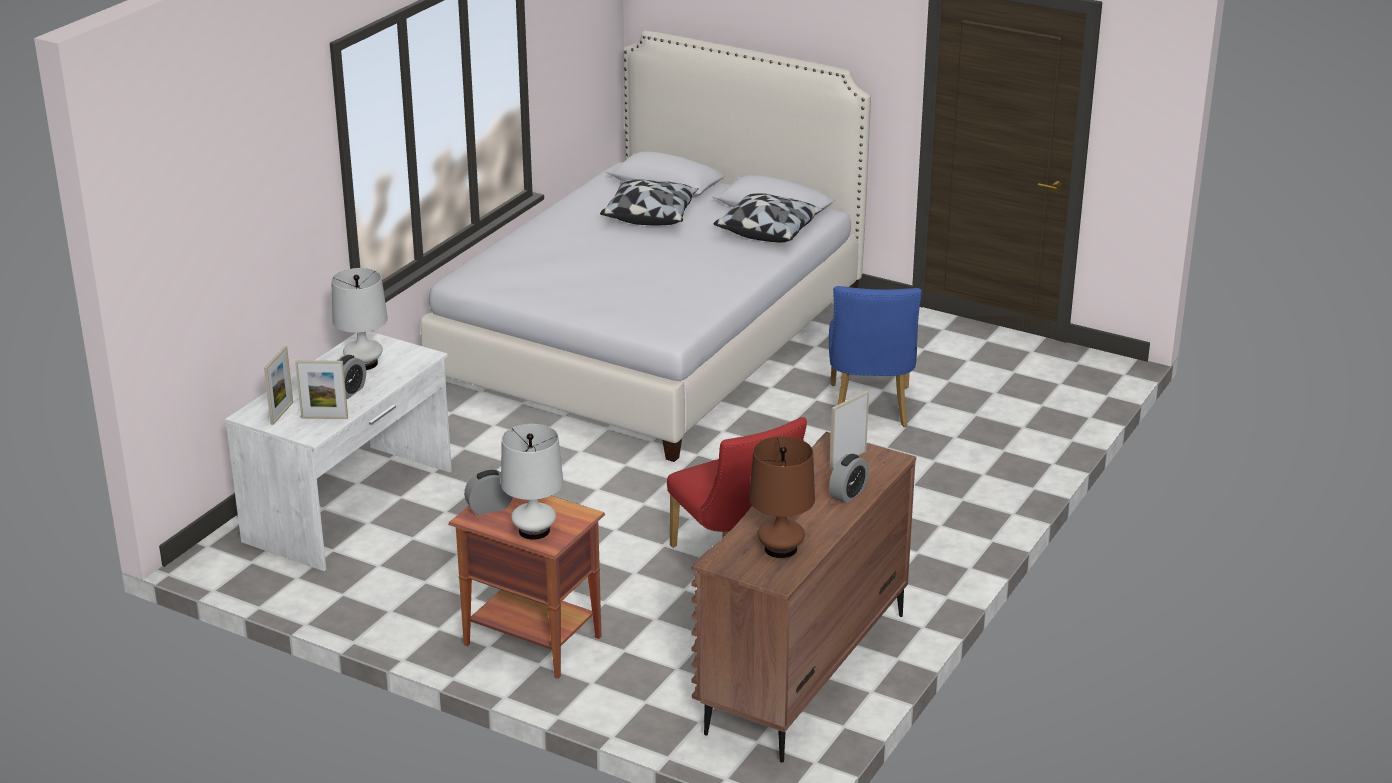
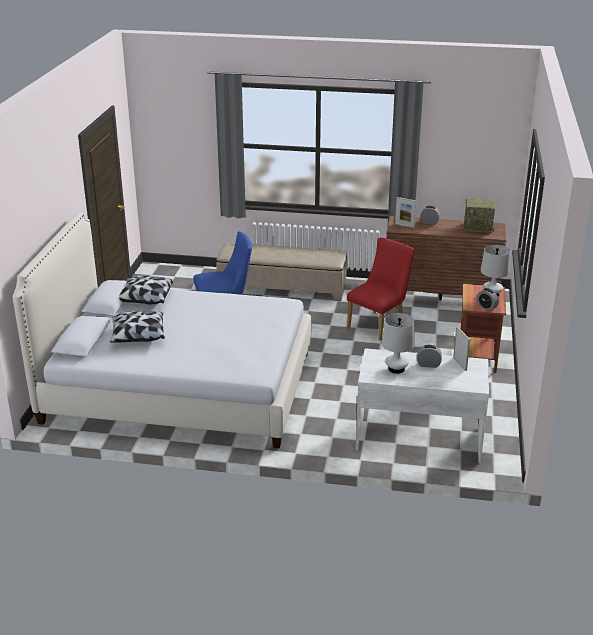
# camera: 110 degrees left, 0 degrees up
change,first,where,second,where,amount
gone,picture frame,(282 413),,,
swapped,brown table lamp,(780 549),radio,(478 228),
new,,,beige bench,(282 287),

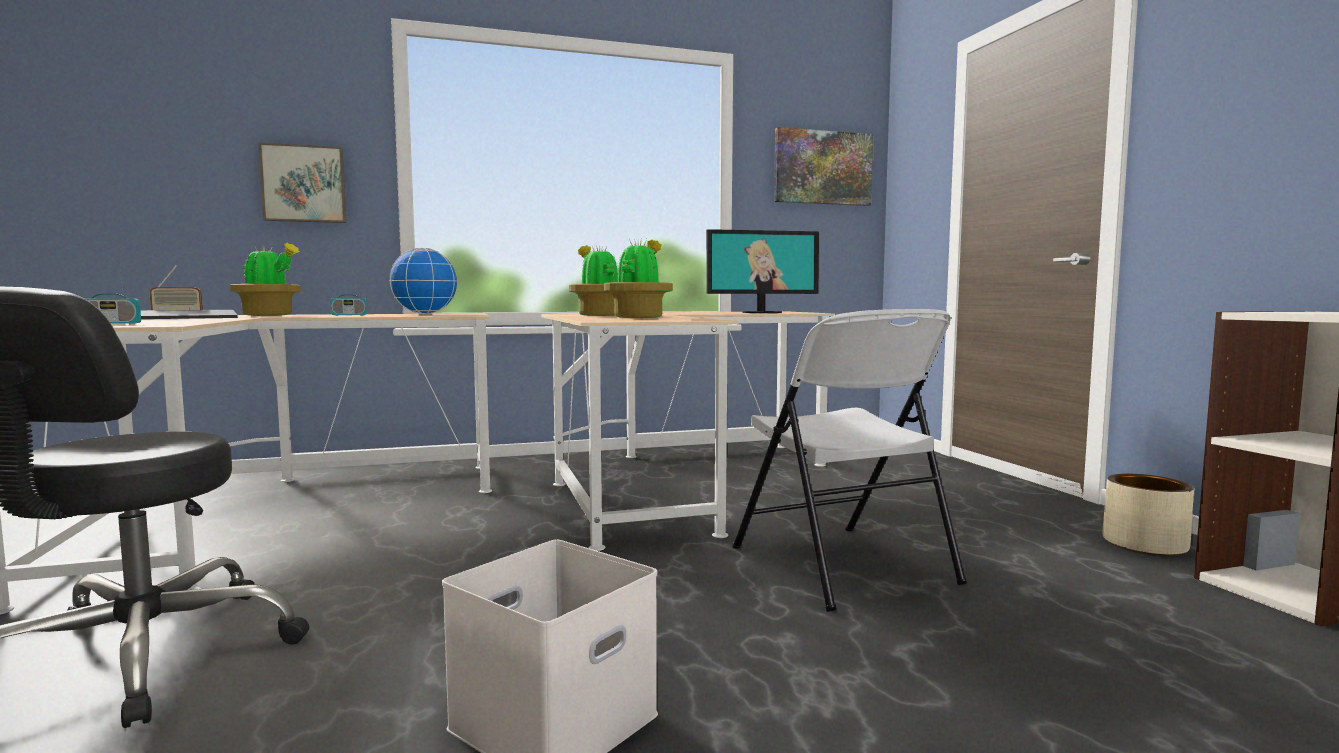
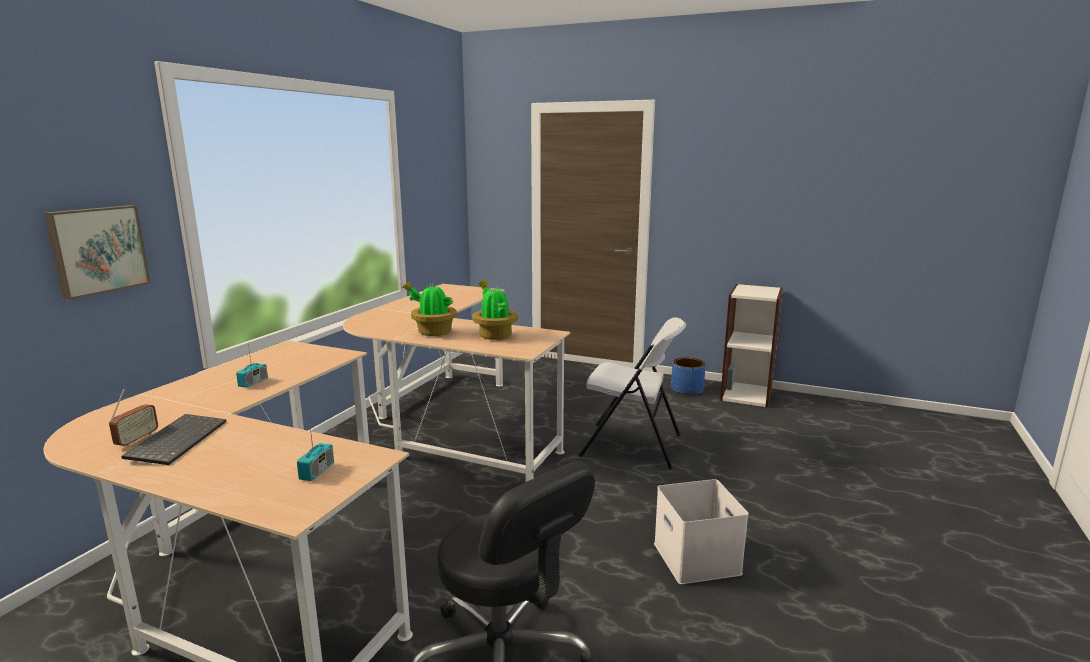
# camera: 50 degrees left, 10 degrees up
change,first,where,second,where,amount
gone,potted plant,(269 315),,,
gone,globe,(425 314),,,
gone,monitor,(761 312),,,
gone,picture,(822 168),,,
repainted,beige planter,(1145 545),blue planter,(687 389),

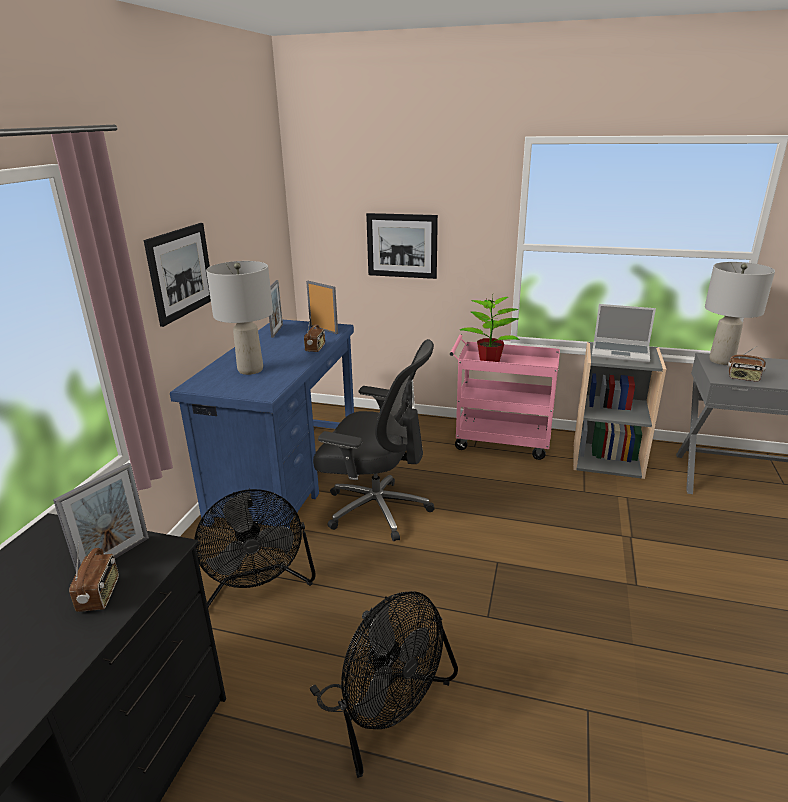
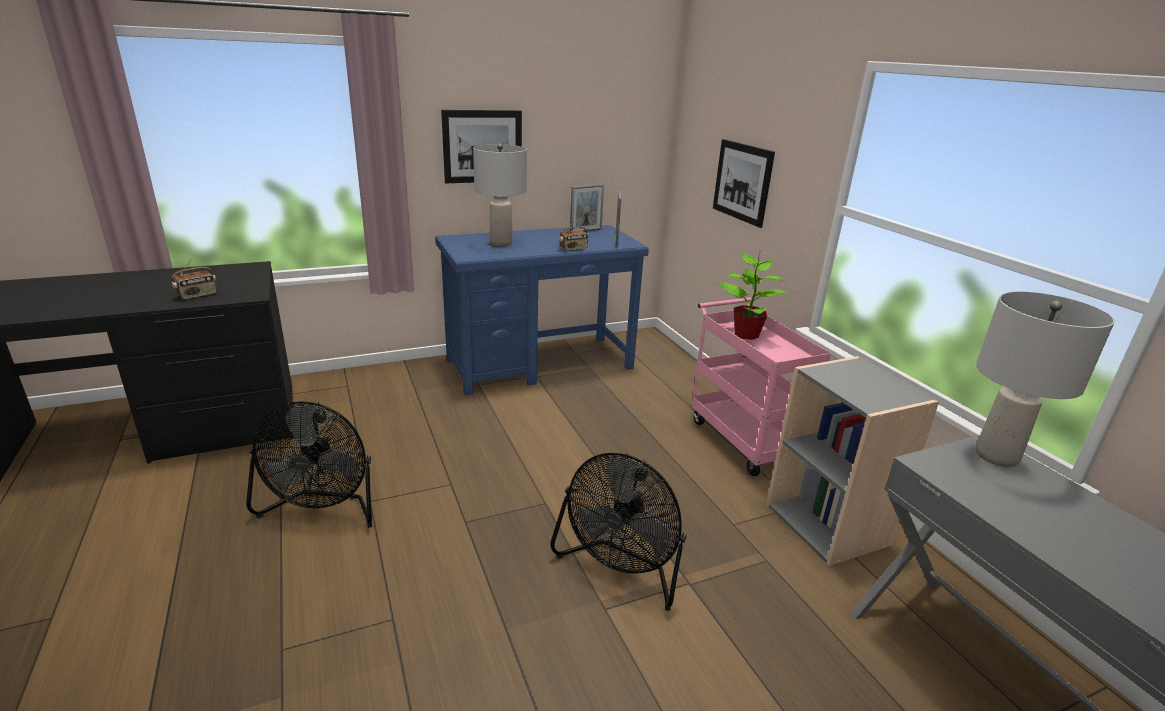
# camera: 50 degrees right, 0 degrees up
change,first,where,second,where,amount
gone,picture frame,(115 557),,,
shifted,black fan,(251 584),,(619 564),
gone,office chair,(375 510),,,
gone,laptop,(621 353),,,
gone,radio,(743 378),,,

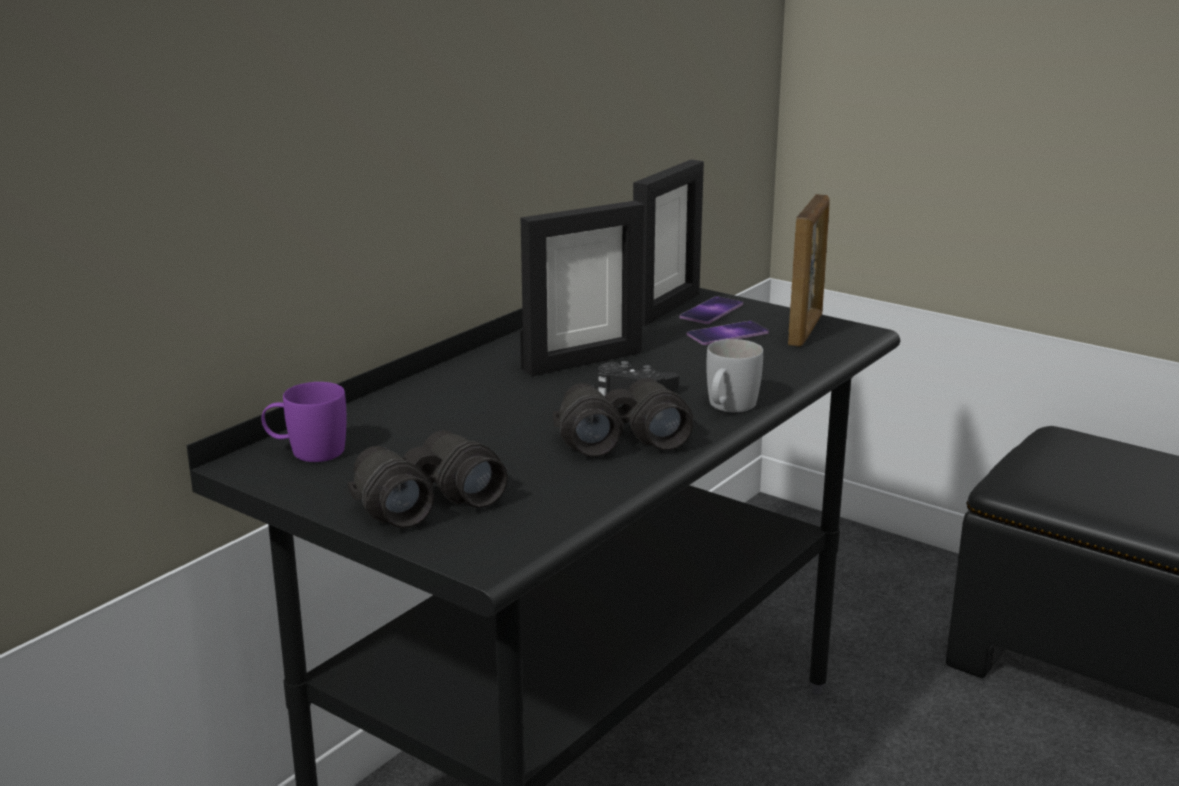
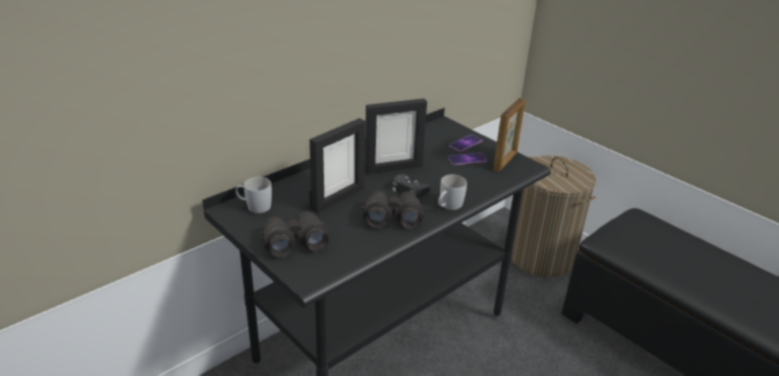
# camera: 10 degrees right, 10 degrees up
change,first,where,second,where,amount
repainted,purple mug,(307 451),white mug,(254 206),
shifted,picture frame,(664 308),,(337 198),
new,,,laundry basket,(541 256),

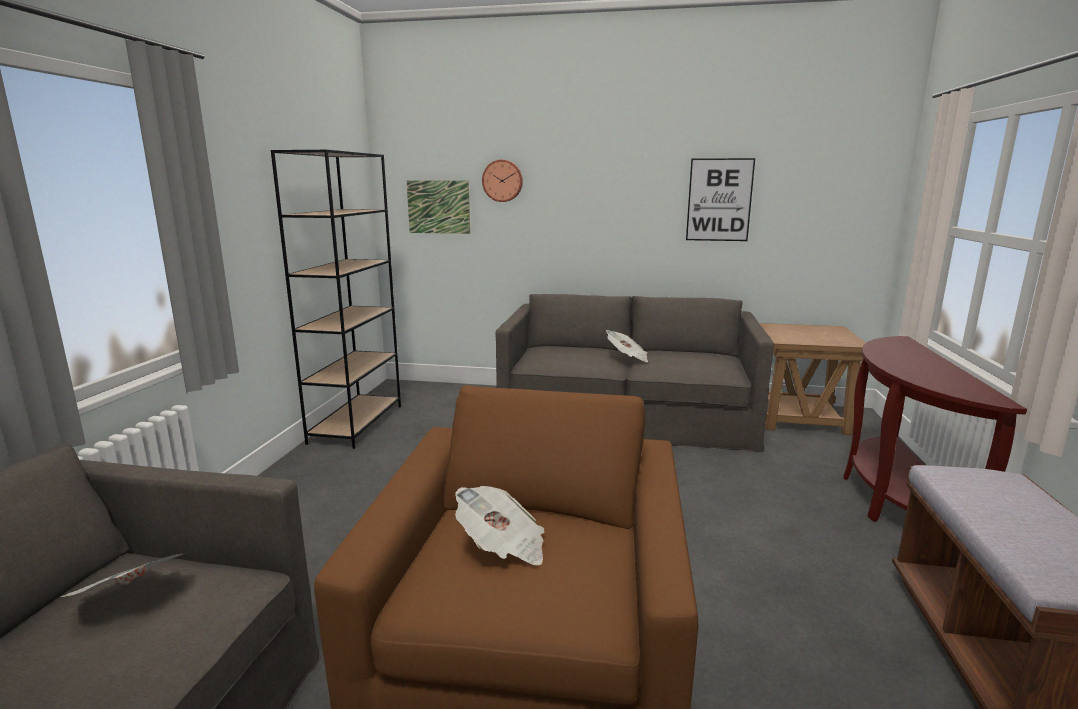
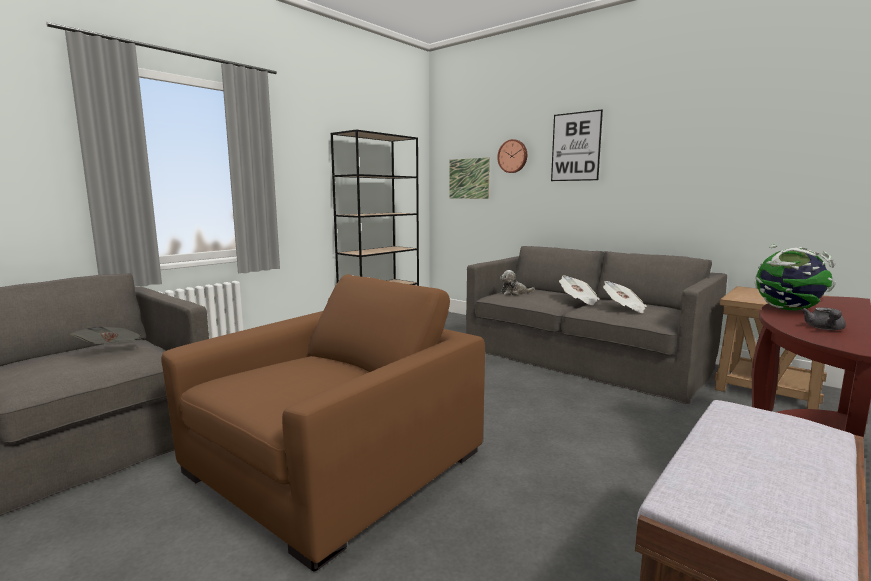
# camera: 30 degrees right, 5 degrees down
change,first,where,second,where,amount
shifted,newspaper,(502 546),,(624 308),
shifted,picture,(719 200),,(576 147),
new,,,plush toy,(514 293),
new,,,globe,(789 309),
new,,,grey teapot,(824 328),

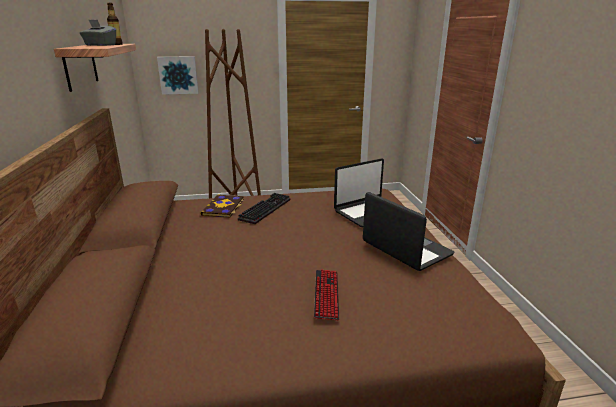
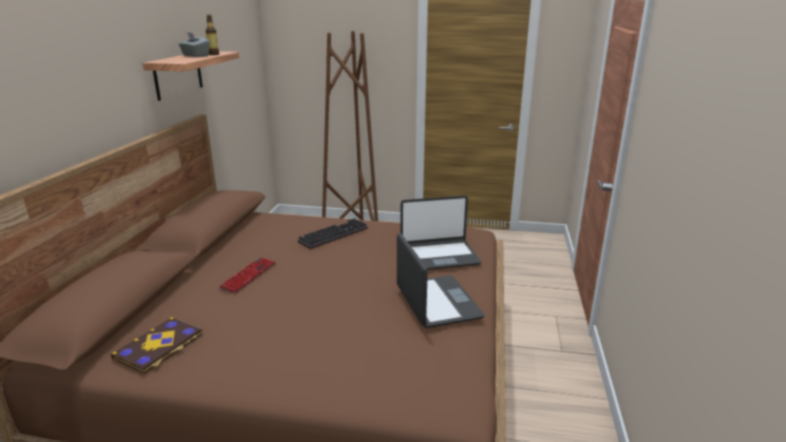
# camera: 20 degrees right, 0 degrees up
change,first,where,second,where,amount
gone,picture,(178 75),,,
shifted,book,(224 207),,(160 346),
shifted,keyboard,(326 294),,(248 276),

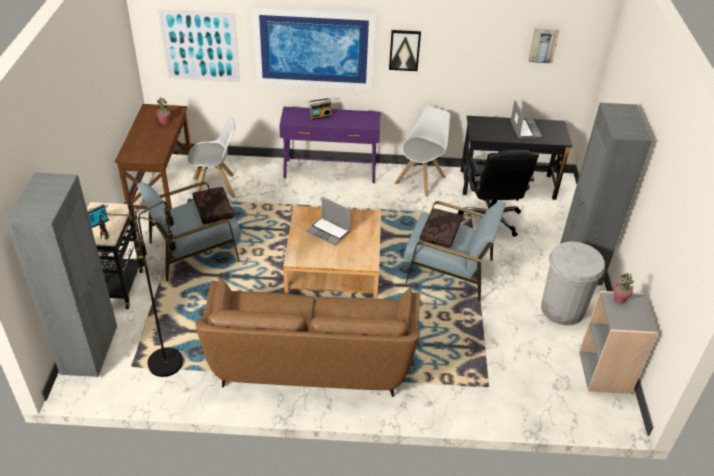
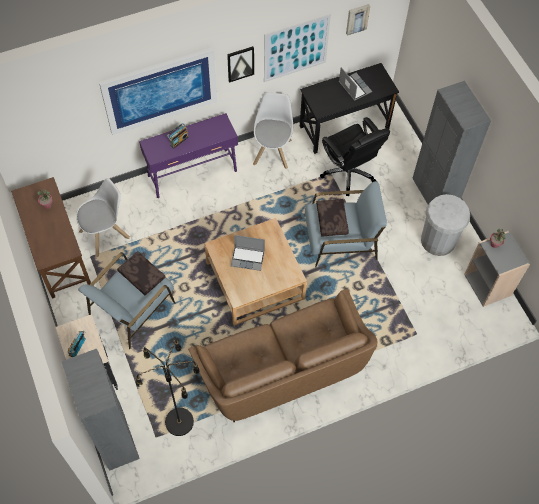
# camera: 25 degrees left, 20 degrees up
change,first,where,second,where,amount
shifted,picture,(200 46),,(296 48),

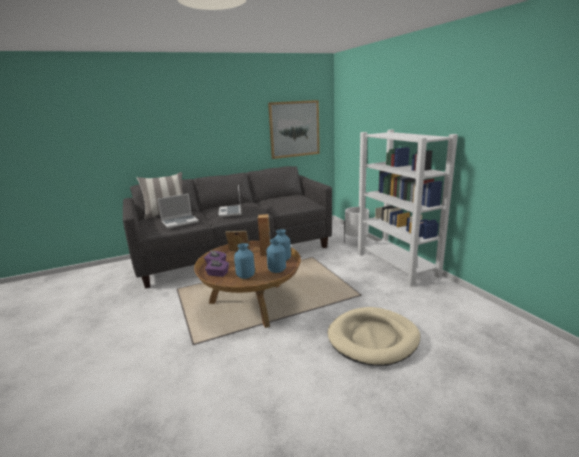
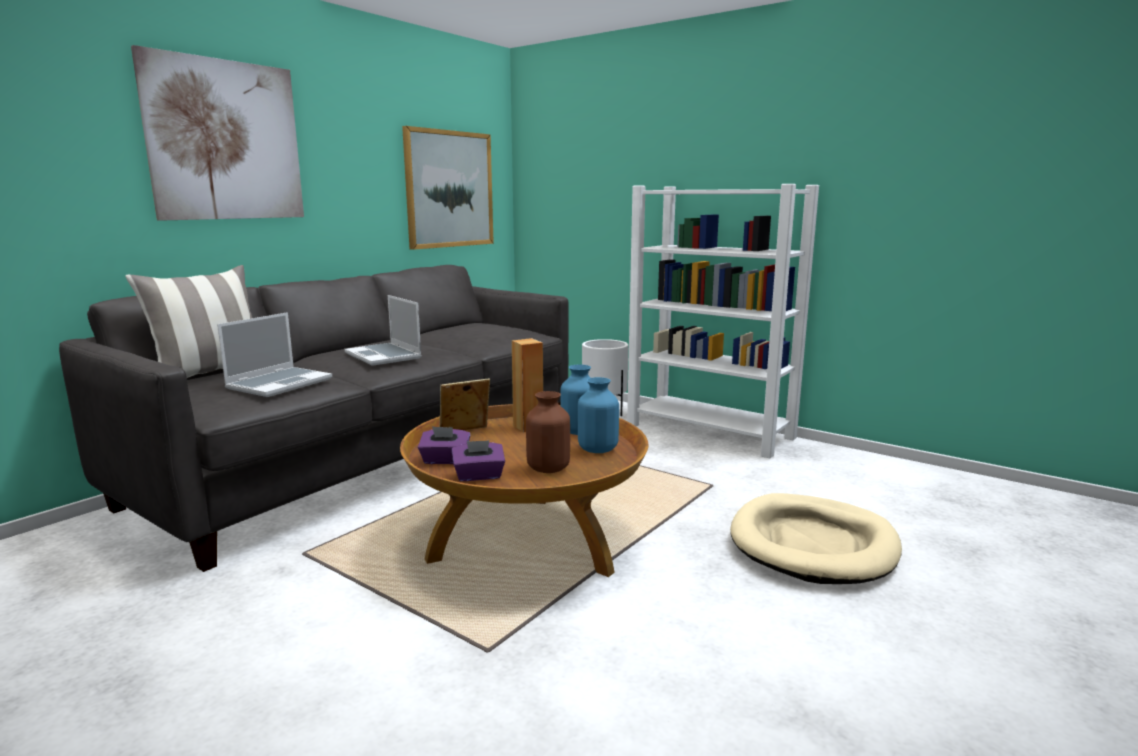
# camera: 30 degrees left, 5 degrees down
change,first,where,second,where,amount
repainted,blue vase,(246 276),brown vase,(549 469),
new,,,picture,(225 141),

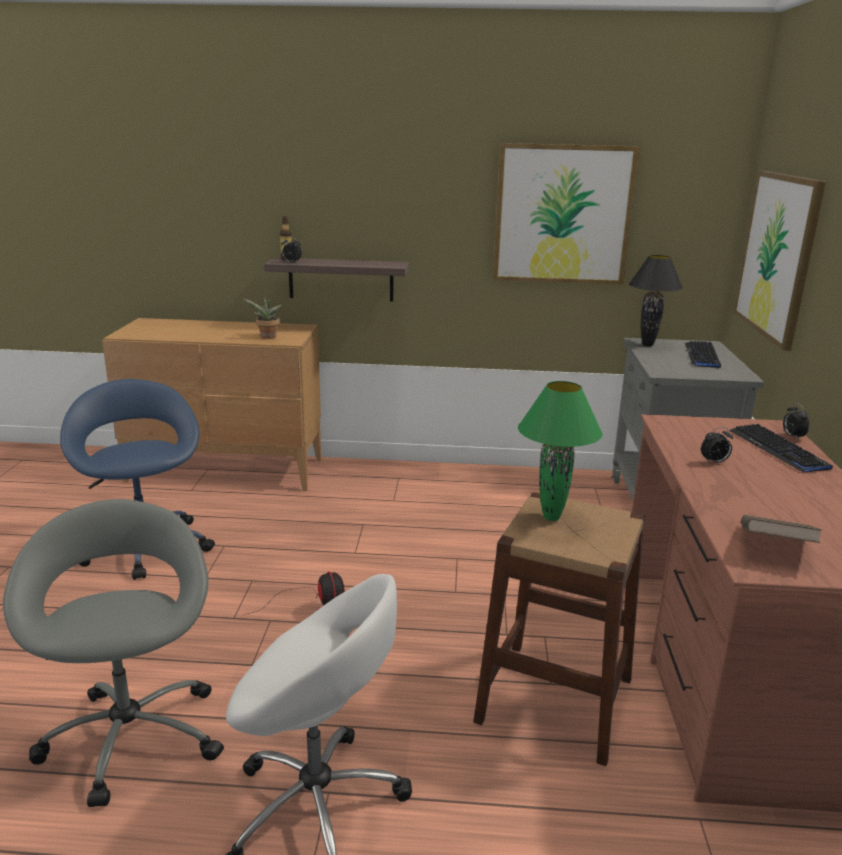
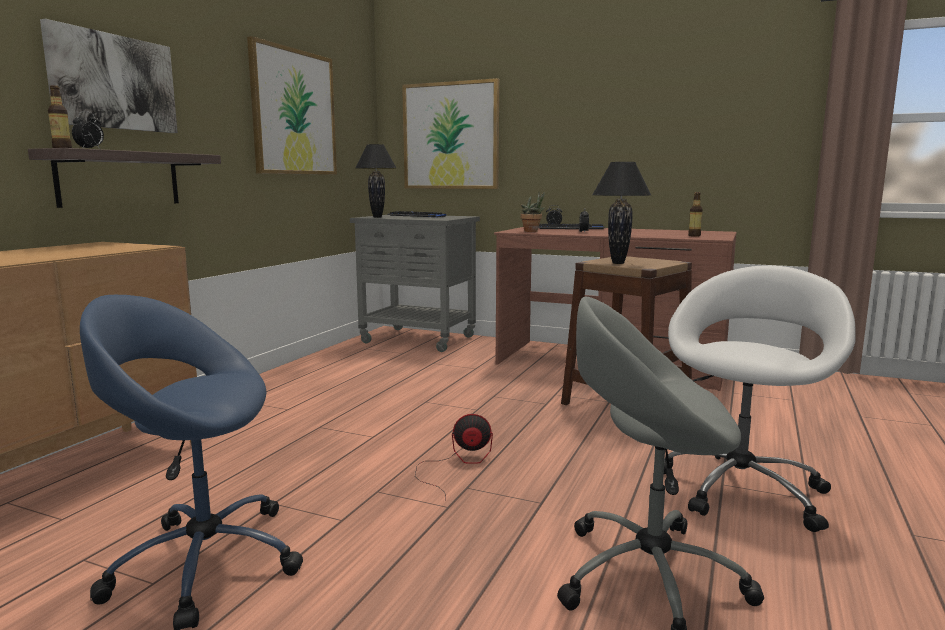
# camera: 70 degrees left, 10 degrees down
change,first,where,second,where,amount
shifted,potted plant,(267 337),,(532 231),
repainted,green table lamp,(552 517),black table lamp,(617 263),
swapped,brown book,(774 547),bottle,(694 236),
new,,,picture,(113 82),

